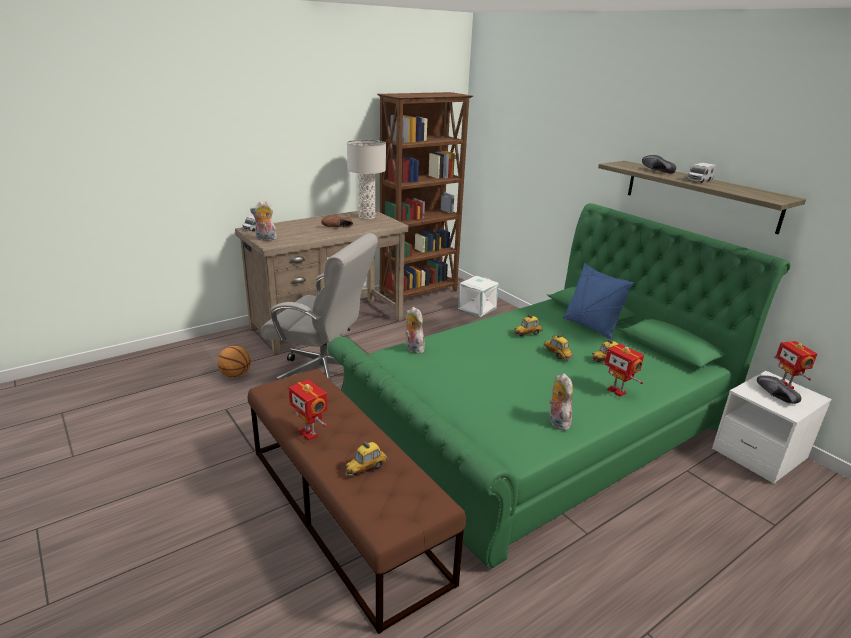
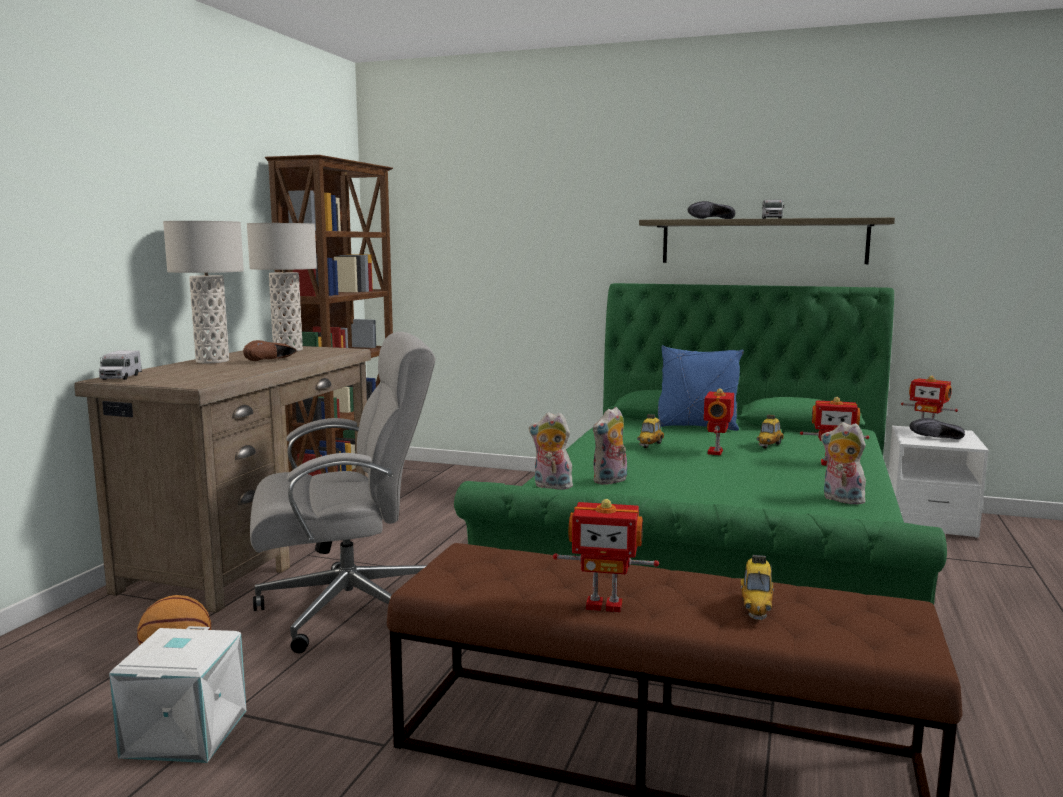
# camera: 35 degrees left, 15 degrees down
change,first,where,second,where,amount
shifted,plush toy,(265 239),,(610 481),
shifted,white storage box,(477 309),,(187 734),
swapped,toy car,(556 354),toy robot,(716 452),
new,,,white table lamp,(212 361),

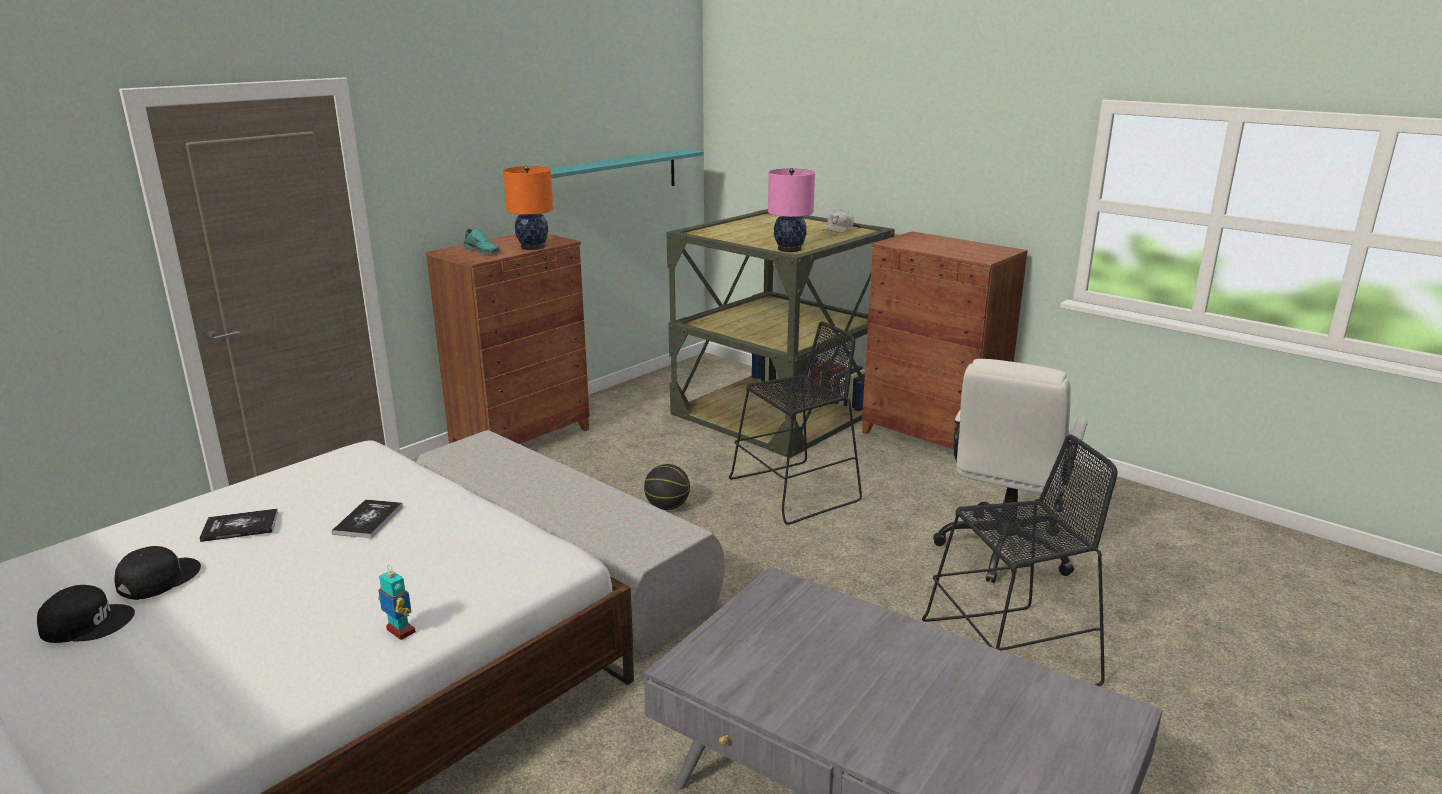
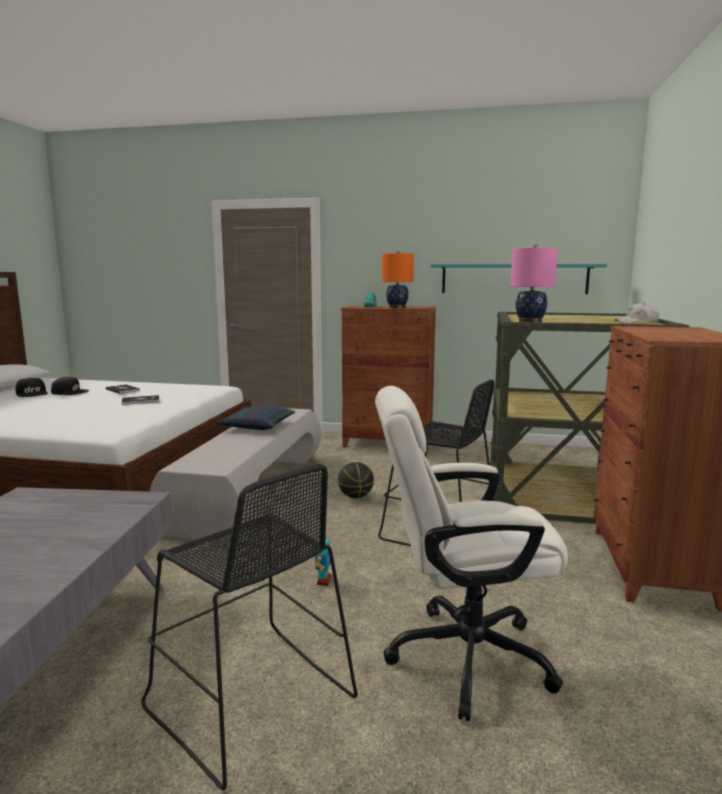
# camera: 60 degrees right, 10 degrees down
change,first,where,second,where,amount
shifted,toy robot,(400 631),,(324 581),
new,,,blue pillow,(257 426),

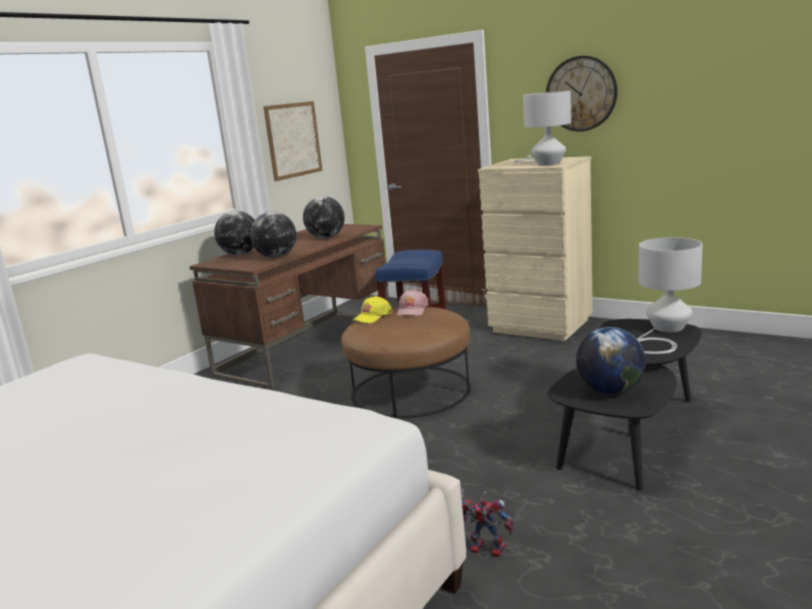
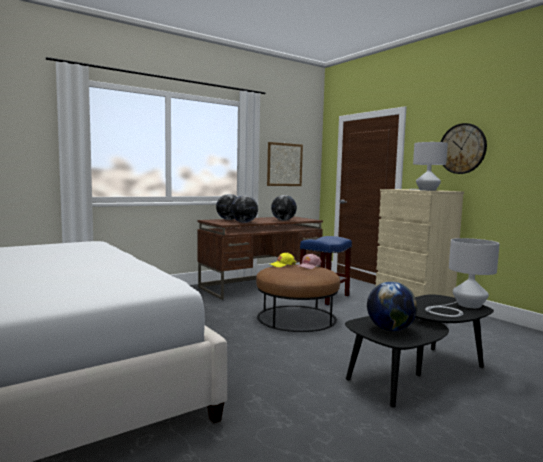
# camera: 20 degrees right, 10 degrees down
change,first,where,second,where,amount
gone,toy robot,(484 550),,,

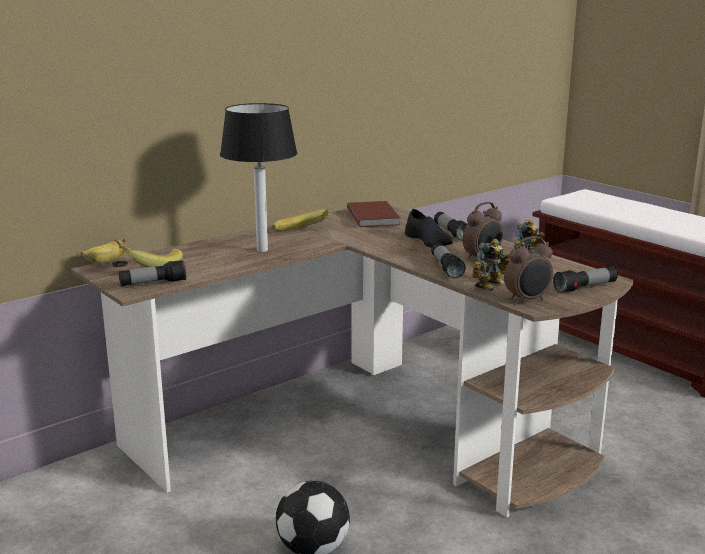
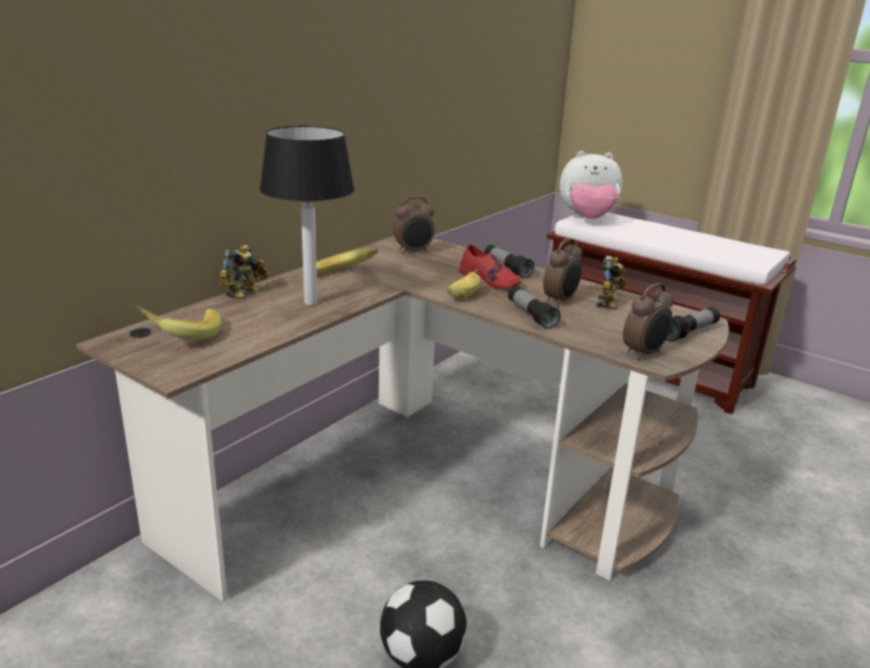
# camera: 15 degrees left, 5 degrees up
change,first,where,second,where,amount
shifted,banana,(106 262),,(464 296),
gone,flashlight,(153 284),,,
swapped,brown book,(374 216),alarm clock,(413 251),
repainted,black shoe,(429 241),red shoe,(490 280),
shifted,toy robot,(492 285),,(245 293),
new,,,plush toy,(587 219),

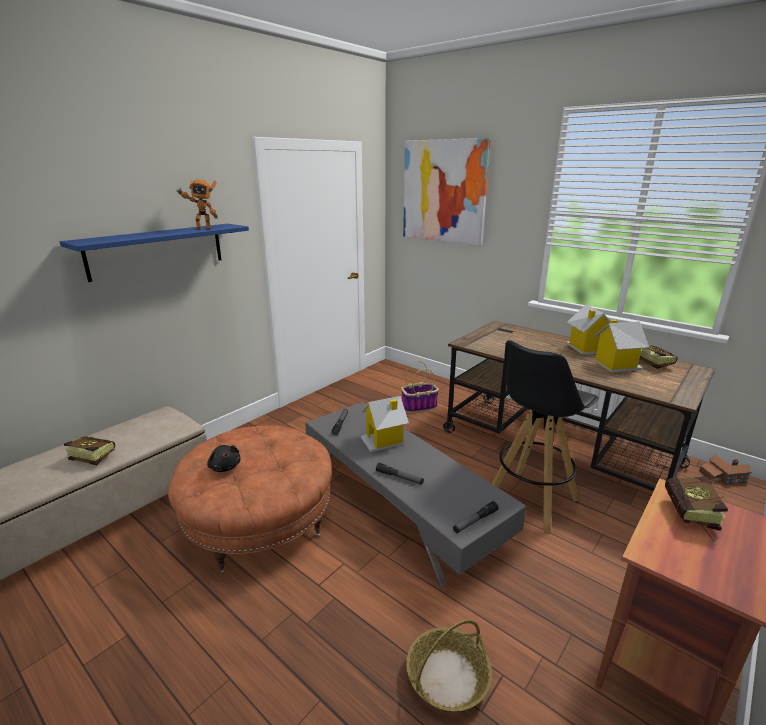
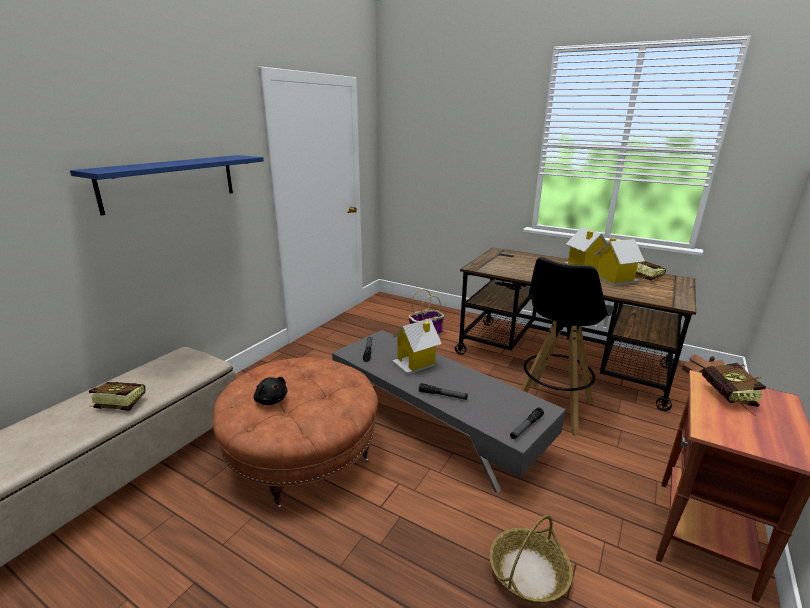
# camera: 10 degrees left, 0 degrees up
change,first,where,second,where,amount
gone,toy robot,(202 229),,,
gone,picture,(444 191),,,

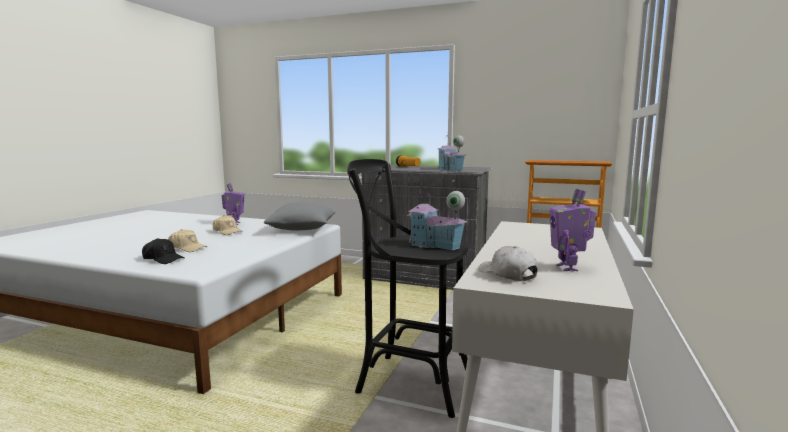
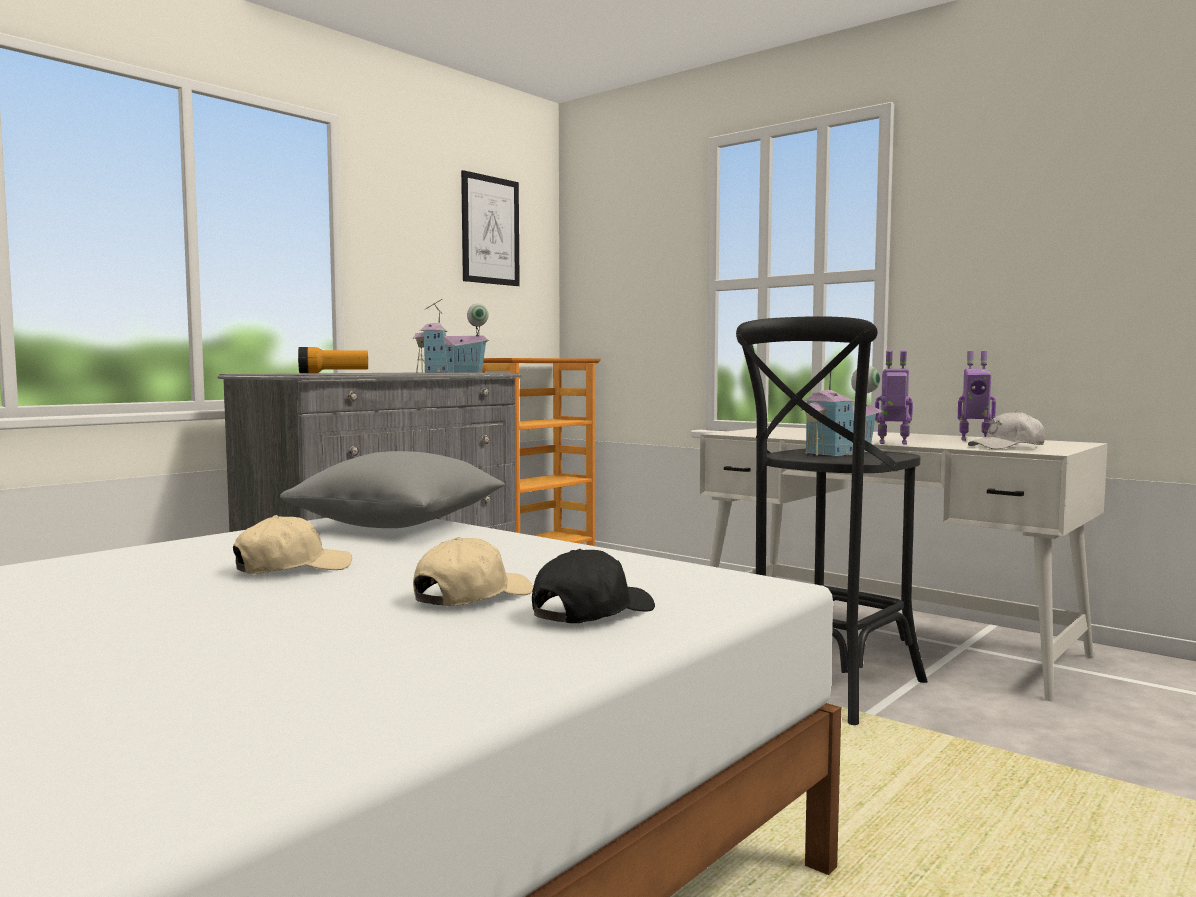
# camera: 70 degrees left, 5 degrees down
change,first,where,second,where,amount
shifted,toy robot,(234 223),,(893 443),
new,,,picture,(490 230),

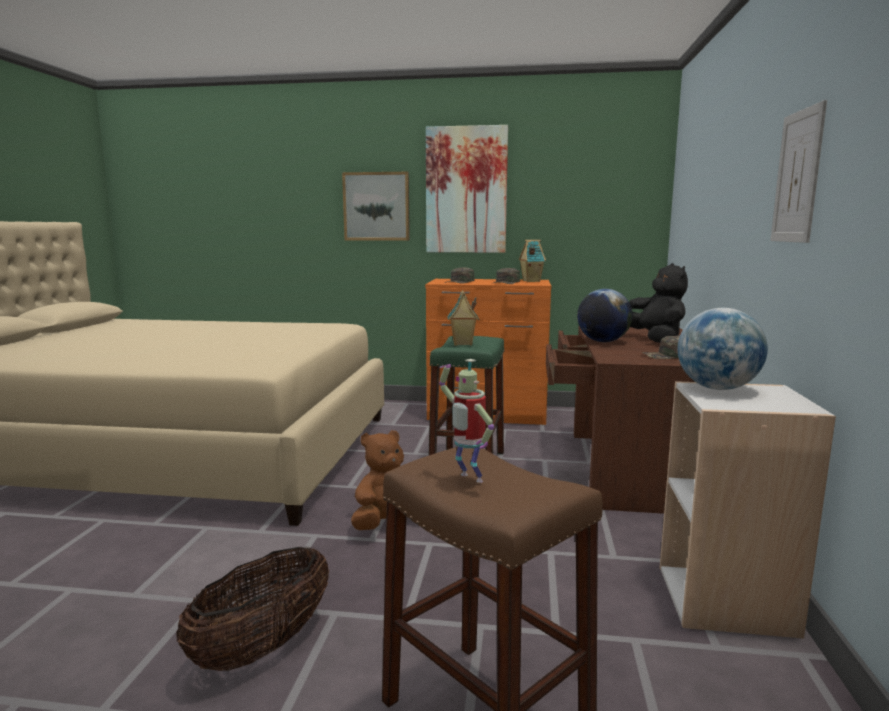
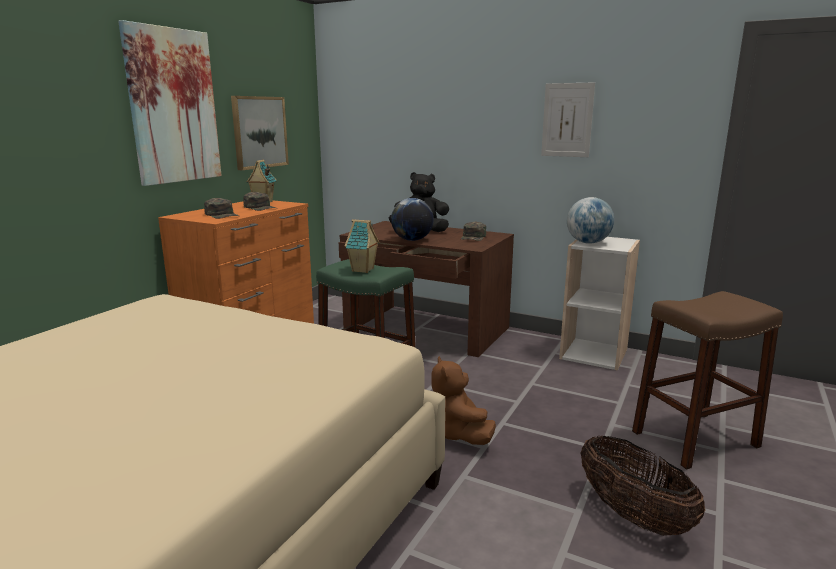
# camera: 70 degrees left, 5 degrees up
change,first,where,second,where,amount
shifted,picture,(376 206),,(259 132),
gone,toy robot,(468 479),,,

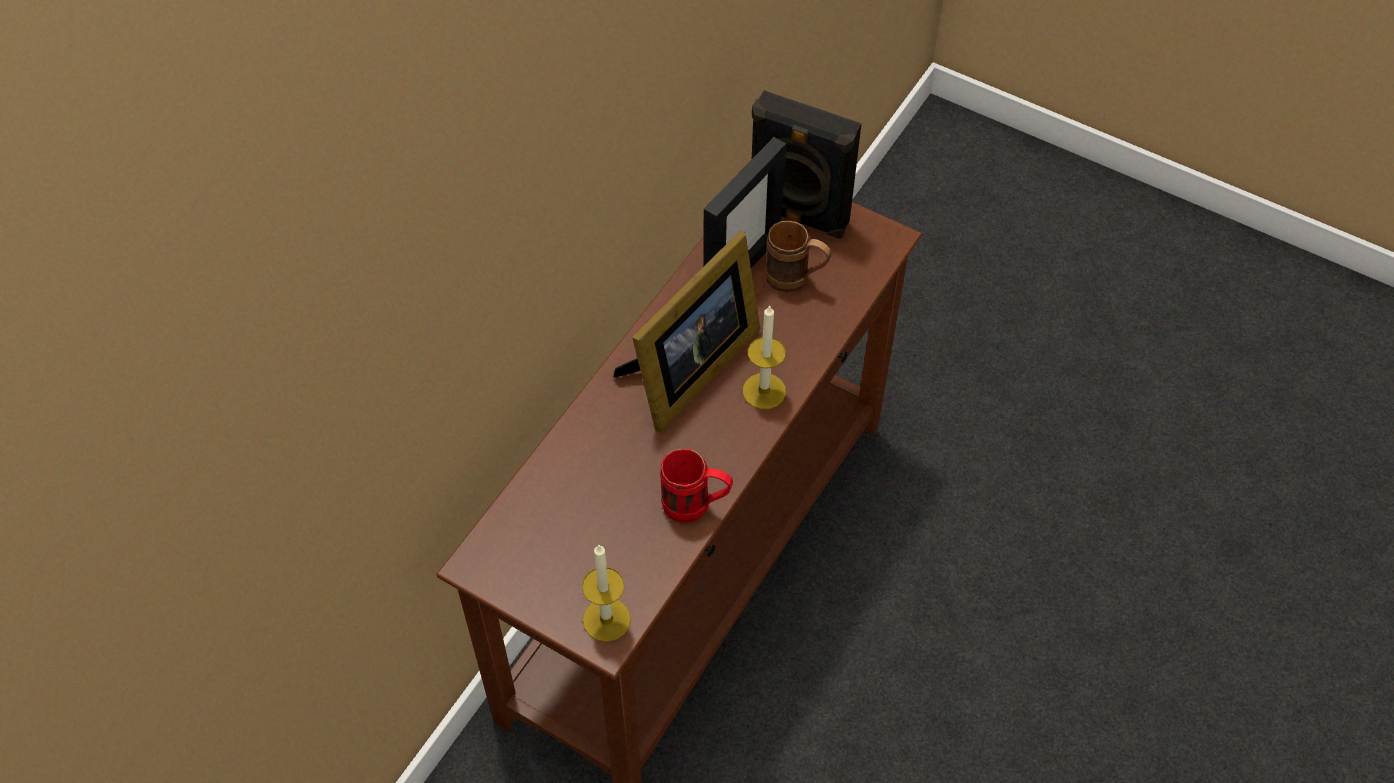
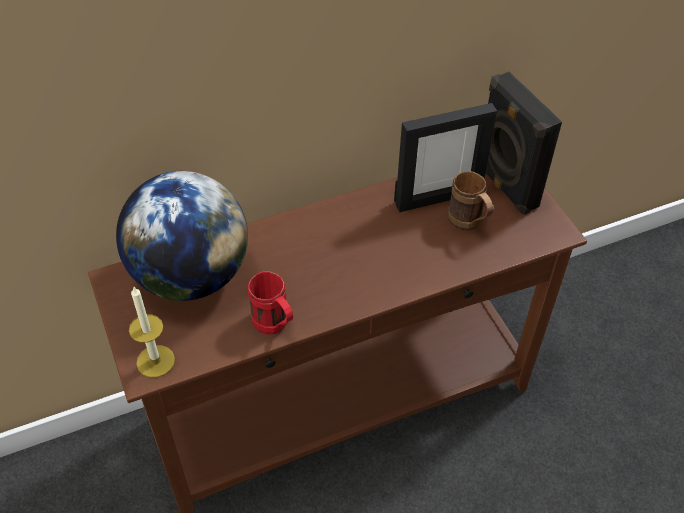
# camera: 35 degrees right, 5 degrees down
change,first,where,second,where,amount
gone,picture frame,(688 371),,,
gone,candle,(764 391),,,
new,,,globe,(190 276),

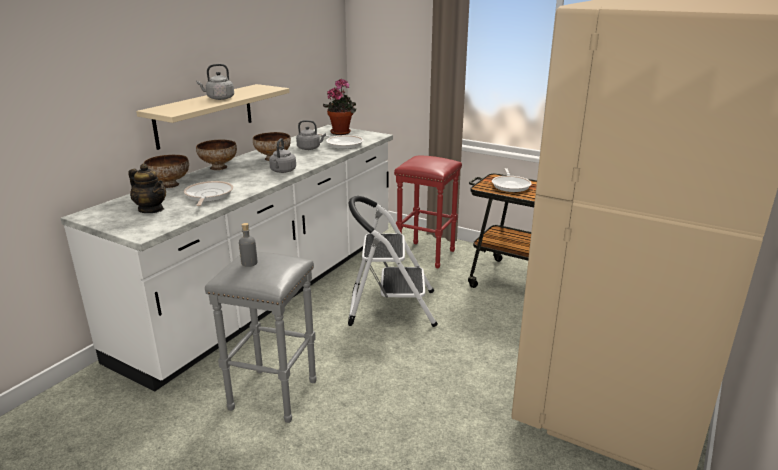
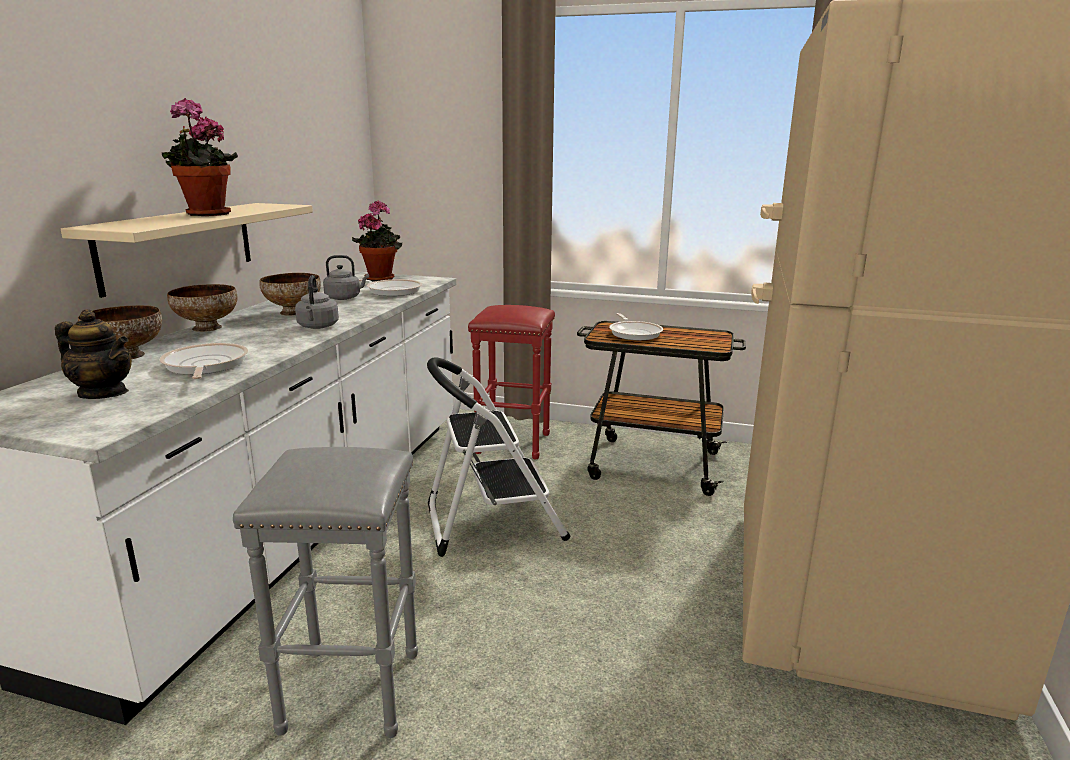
# camera: 15 degrees left, 5 degrees down
change,first,where,second,where,amount
swapped,grey kettle,(219 98),potted plant,(205 214),
gone,grey bottle,(249 263),,,

